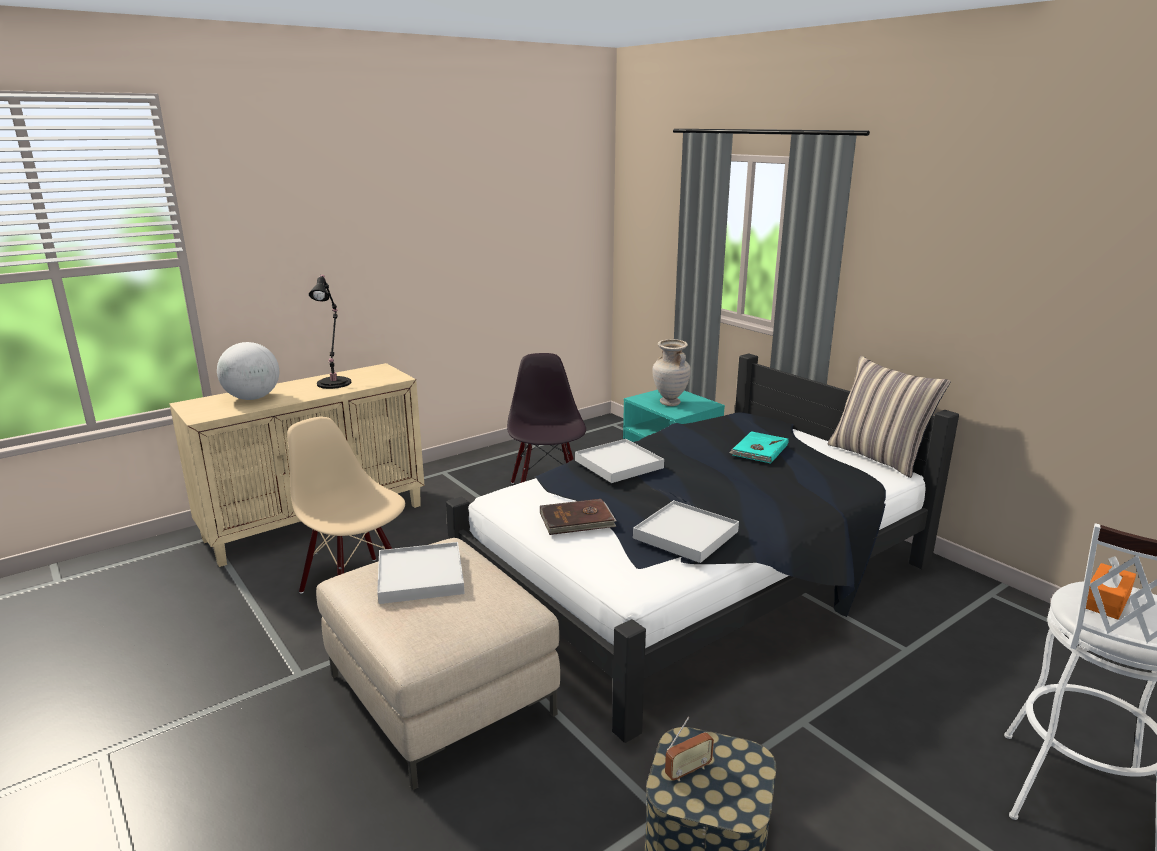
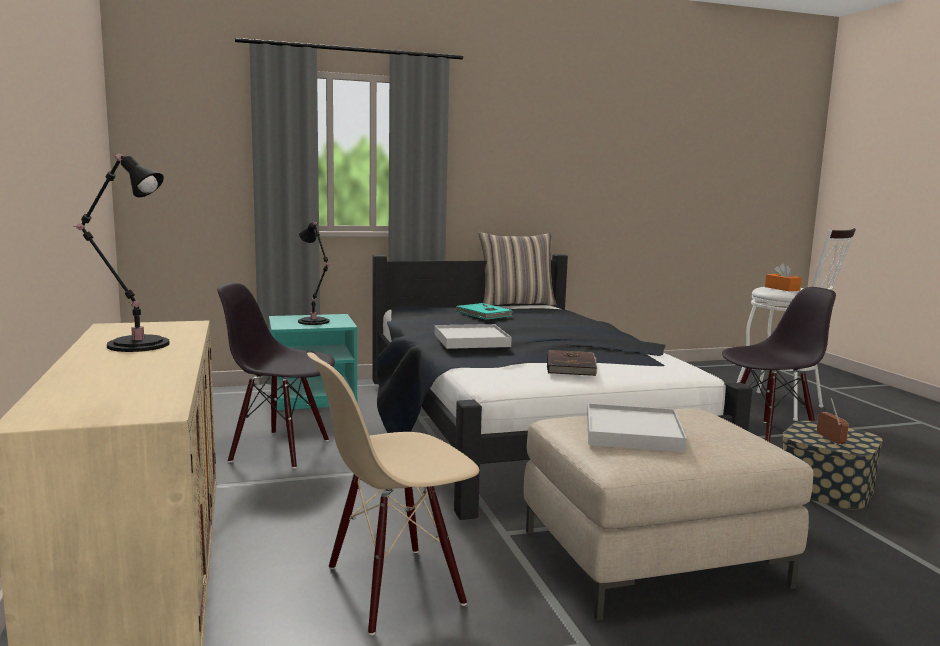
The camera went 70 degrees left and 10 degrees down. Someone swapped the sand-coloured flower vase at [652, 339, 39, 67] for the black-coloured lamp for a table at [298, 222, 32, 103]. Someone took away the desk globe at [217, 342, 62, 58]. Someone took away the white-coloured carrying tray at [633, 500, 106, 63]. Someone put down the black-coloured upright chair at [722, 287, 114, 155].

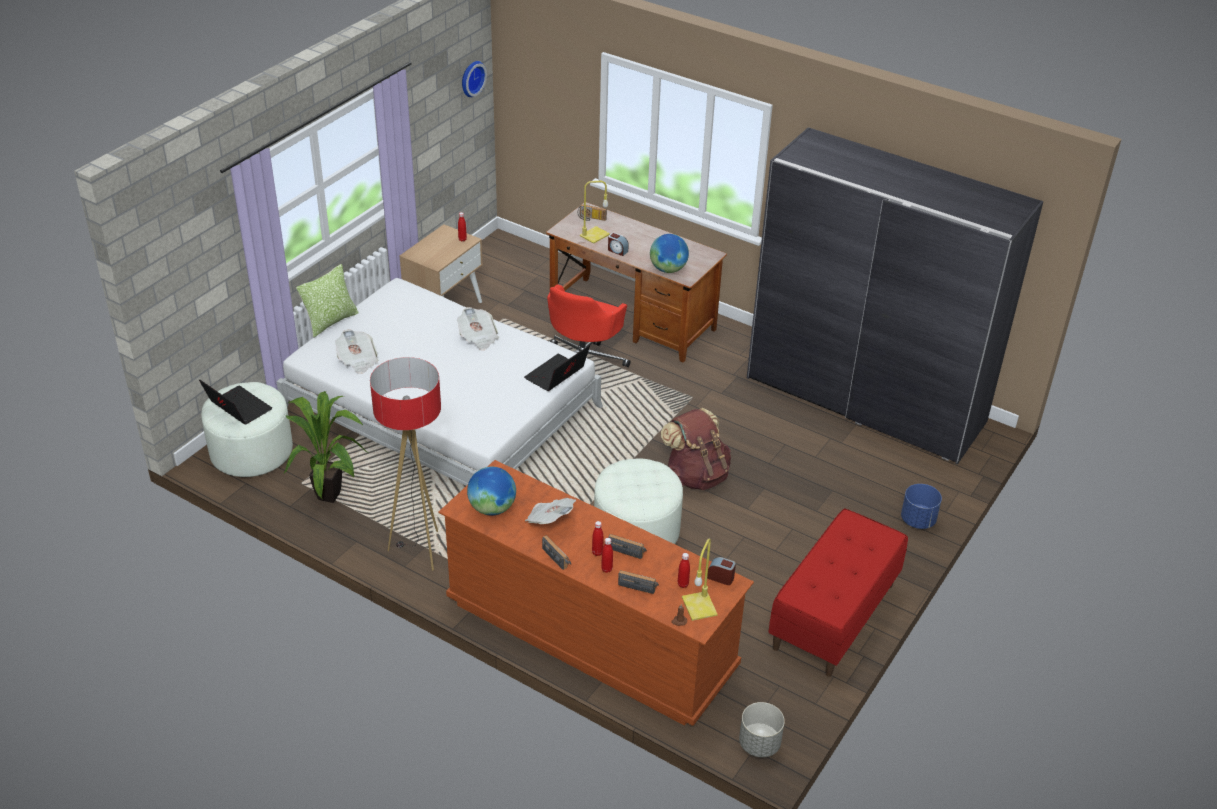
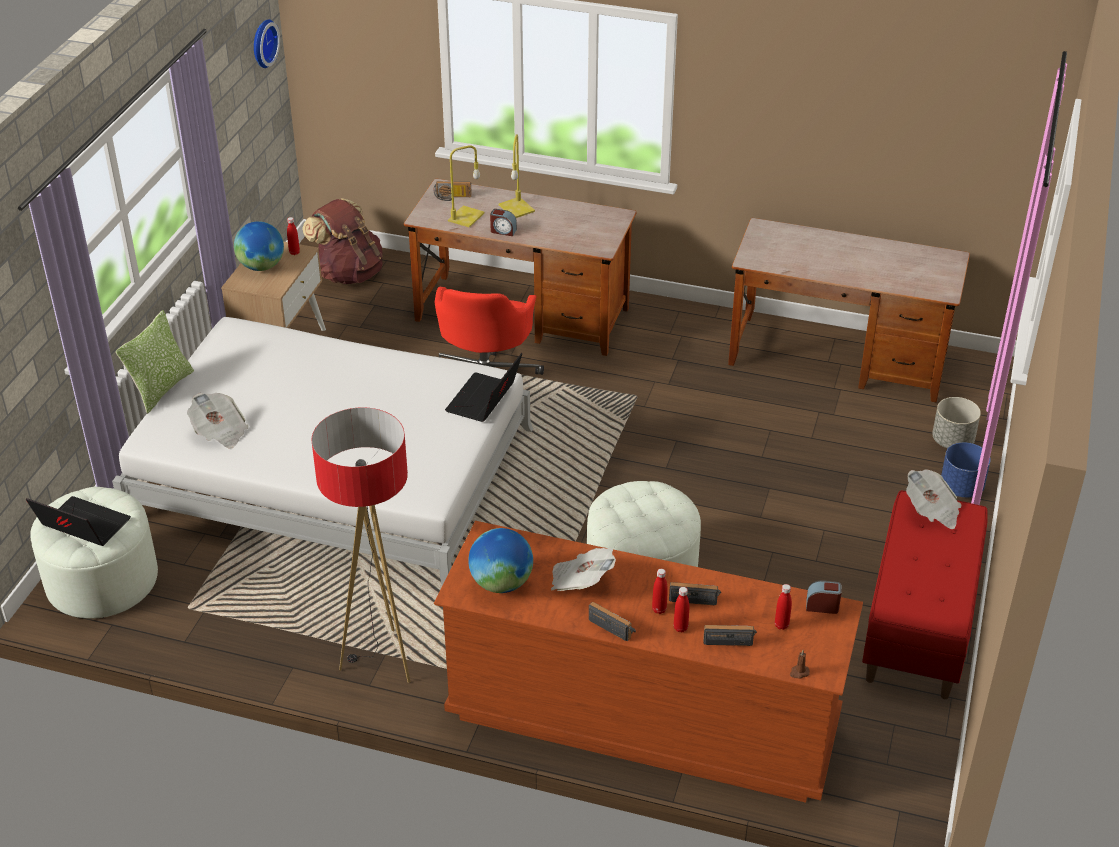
The camera went 15 degrees left and 0 degrees up. Someone swapped the grey clothes cupboard at [747, 127, 296, 337] for the desk at [728, 218, 242, 184]. Someone carried the desk globe from [650, 234, 39, 39] to [234, 221, 50, 50]. Someone carried the daily paper from [457, 307, 42, 43] to [906, 469, 55, 60]. Someone took away the potted plant at [284, 391, 84, 112]. Someone carried the brownish rucksack from [661, 408, 70, 82] to [302, 198, 81, 86]. Someone carried the yellow lamp for a table from [682, 539, 36, 82] to [499, 134, 36, 84]. Someone carried the grey flower pot from [739, 702, 46, 55] to [932, 397, 49, 51].

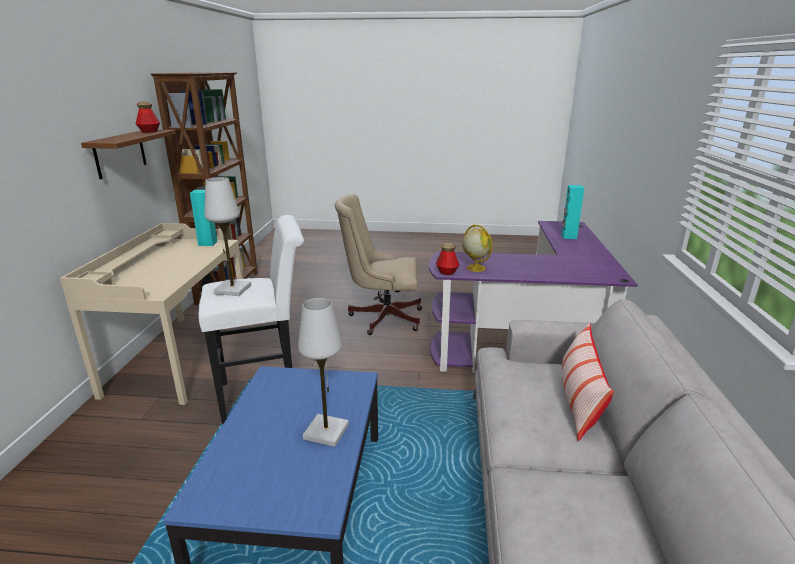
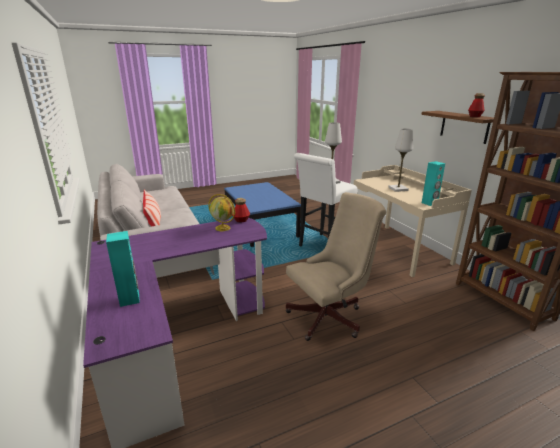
The camera went 150 degrees right and 0 degrees up. Someone carried the white-coloured lamp for a table from [298, 298, 51, 149] to [388, 129, 25, 63].

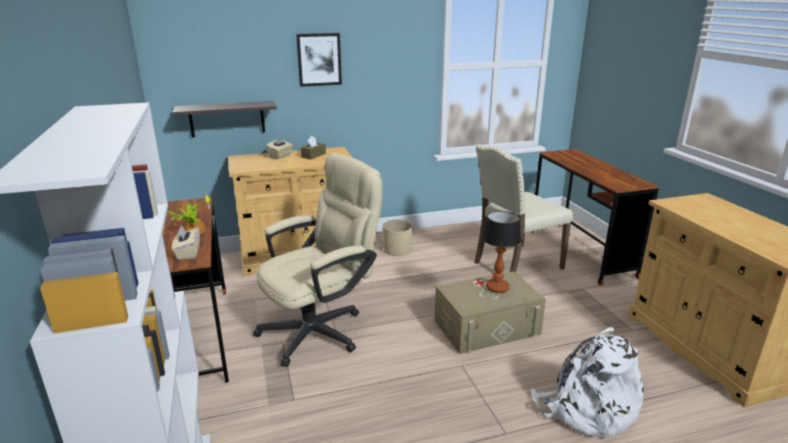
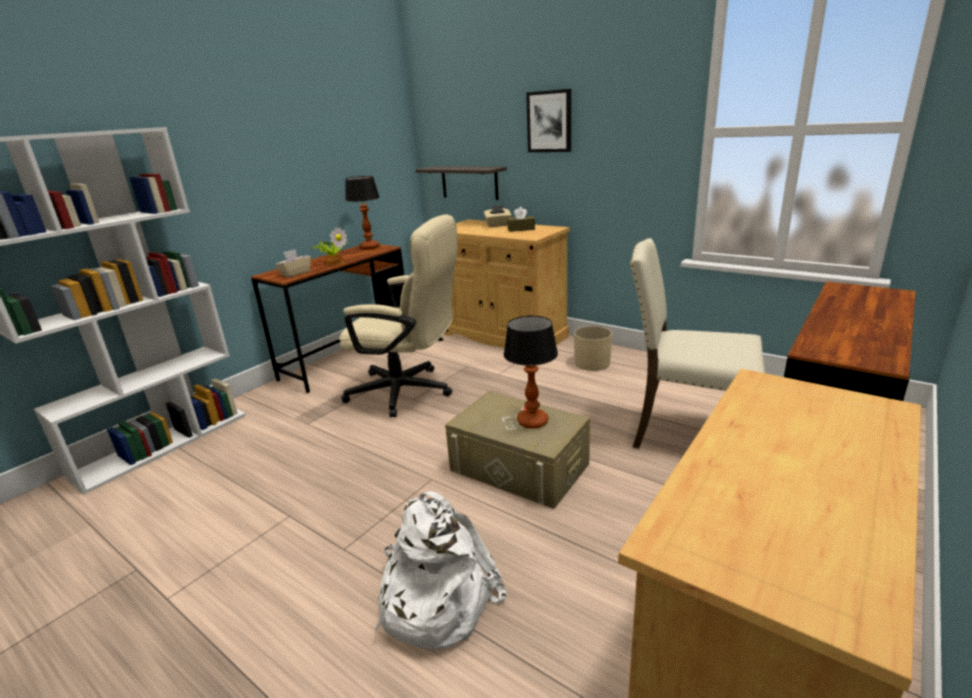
The camera went 55 degrees right and 0 degrees up. Someone put down the lamp for a table at [345, 176, 35, 74].

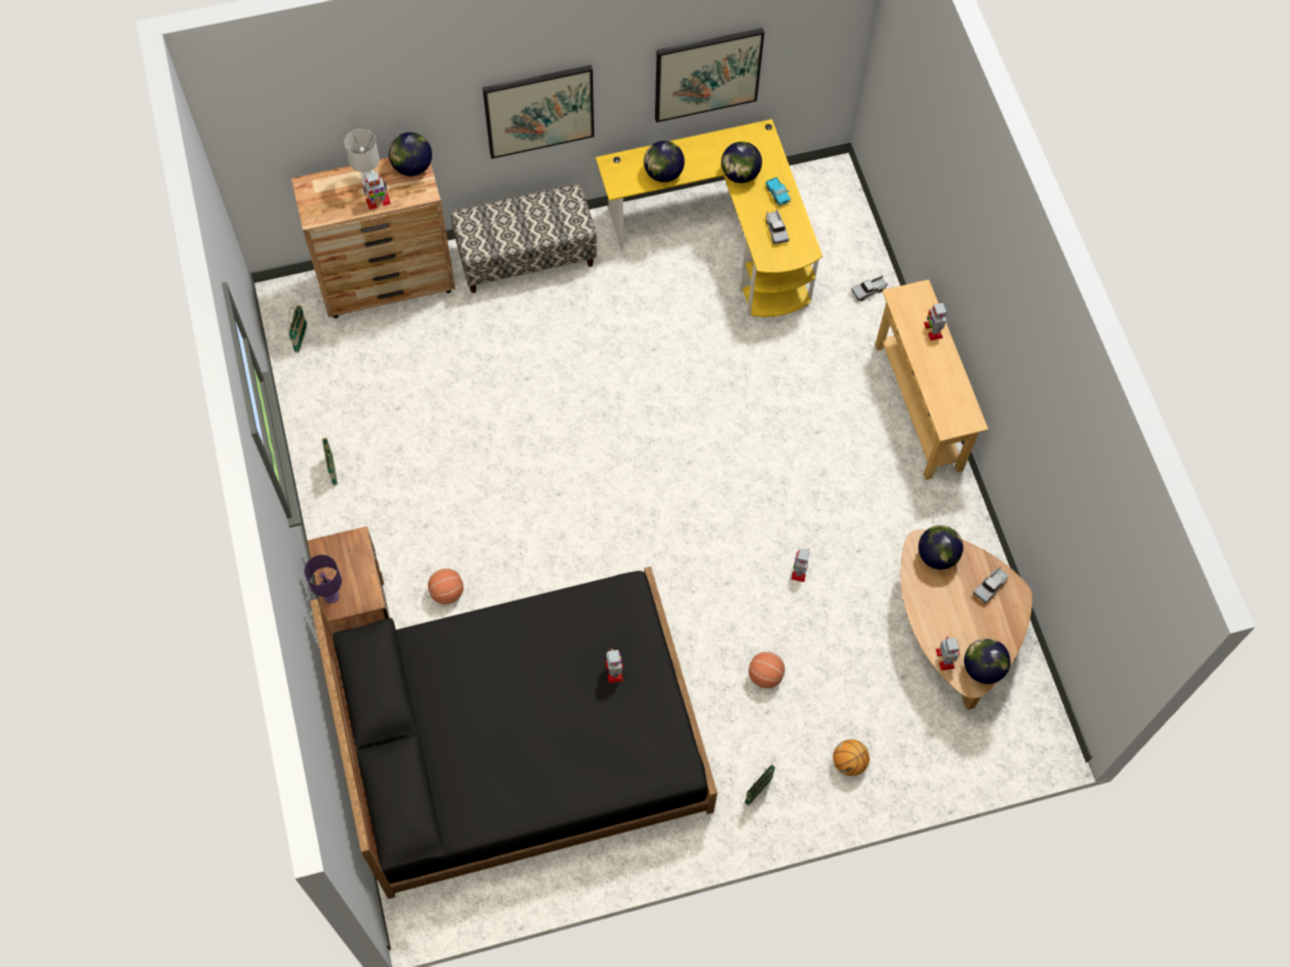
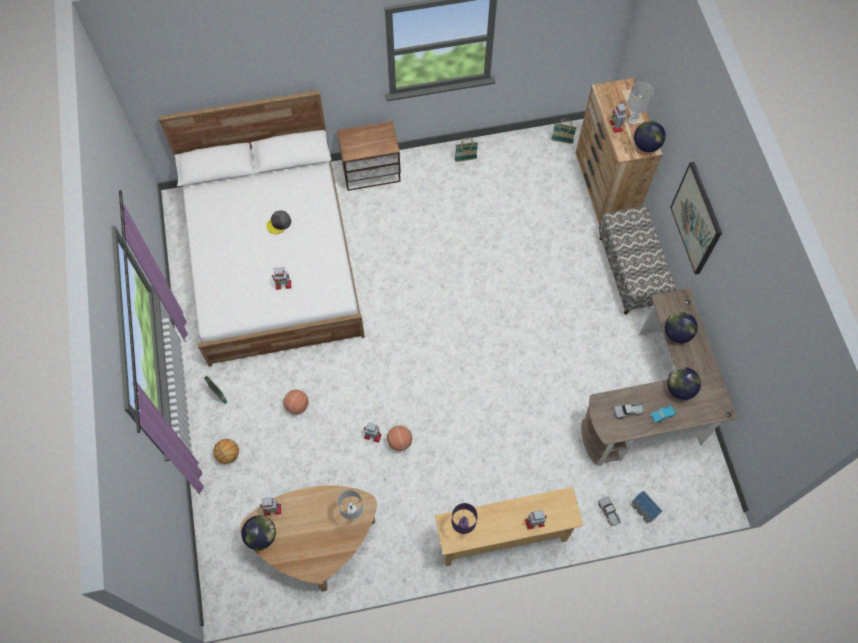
The camera went 95 degrees right and 0 degrees up. Someone took away the wall art at [655, 28, 110, 95]. Someone repainted the yellow desk at [596, 119, 227, 198], which became the brownish desk at [581, 288, 156, 178]. Someone swapped the desk globe at [918, 525, 45, 45] for the white-coloured lamp for a table at [337, 490, 26, 30]. Someone carried the purplish lamp for a table from [304, 555, 38, 48] to [452, 503, 25, 31]. Someone took away the toy lorry at [973, 566, 36, 37]. Someone repainted the black-coloured bedroom bed at [310, 567, 408, 332], which became the white-coloured bedroom bed at [158, 90, 207, 277]. Someone carried the basketball from [428, 569, 35, 35] to [387, 426, 25, 25]. Someone put down the grey baseball cap at [266, 210, 25, 24]. Someone put down the model house at [631, 491, 31, 32].

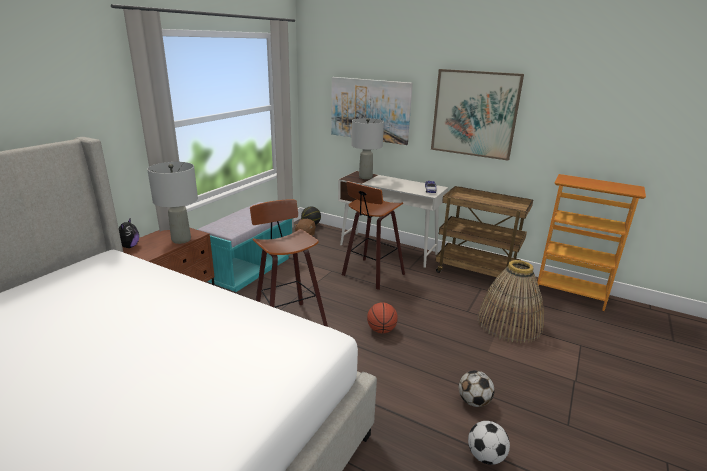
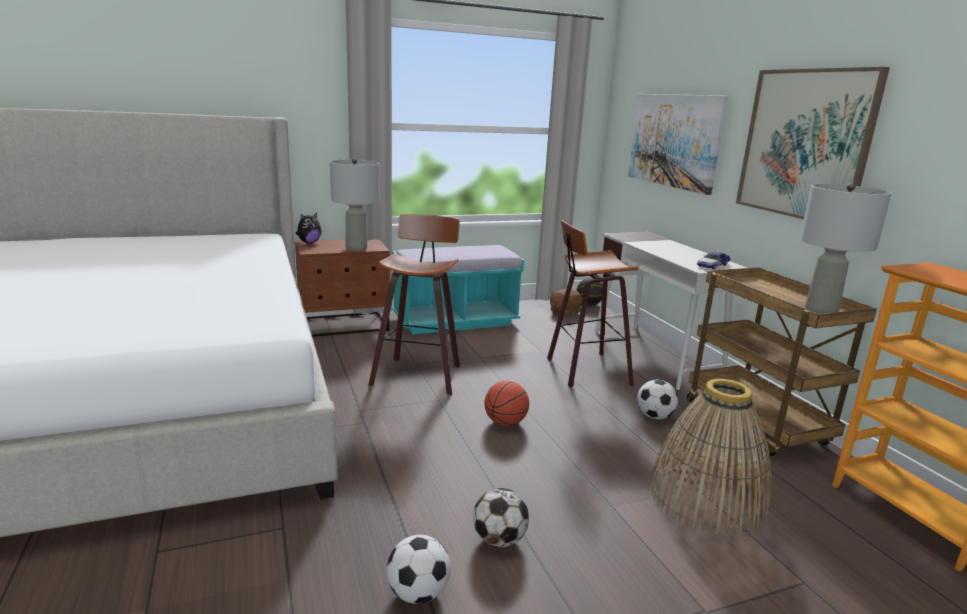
The camera went 40 degrees right and 5 degrees down. Someone carried the grey lamp for a table from [351, 118, 33, 61] to [800, 183, 92, 131]. Someone put down the football at [637, 380, 41, 39].

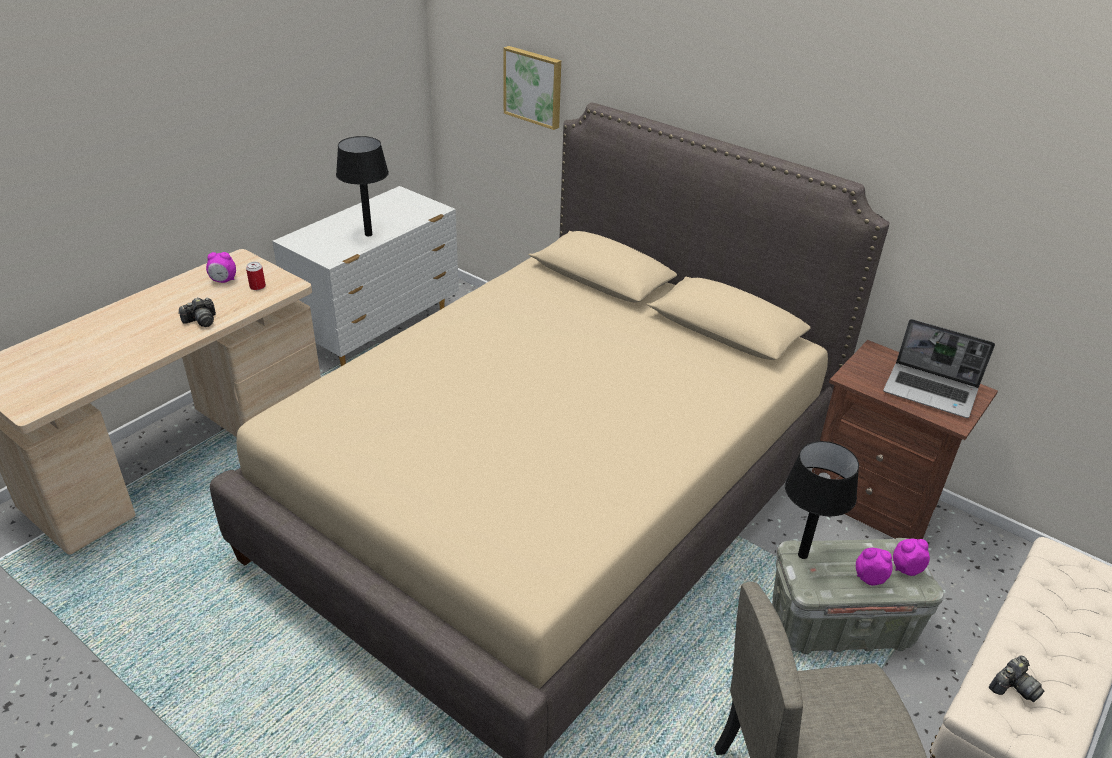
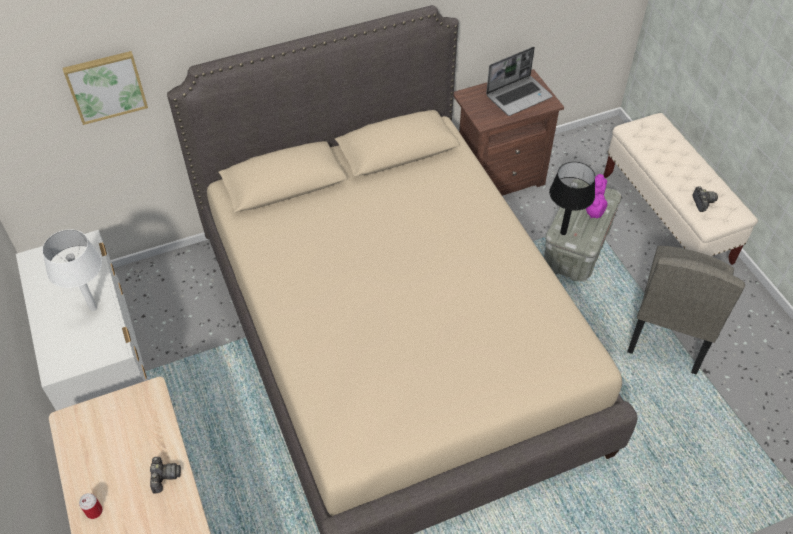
The camera went 60 degrees left and 15 degrees up. Someone repainted the black-coloured lamp for a table at [336, 136, 53, 100], which became the white-coloured lamp for a table at [42, 229, 60, 82]. Someone took away the bedside clock at [206, 252, 30, 31]. Someone carried the sealed can from [246, 262, 20, 28] to [79, 493, 24, 26].

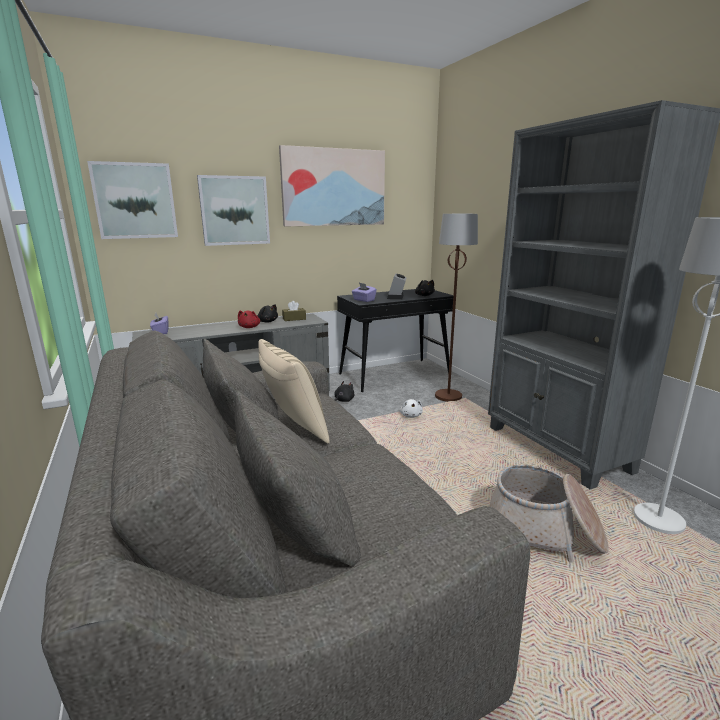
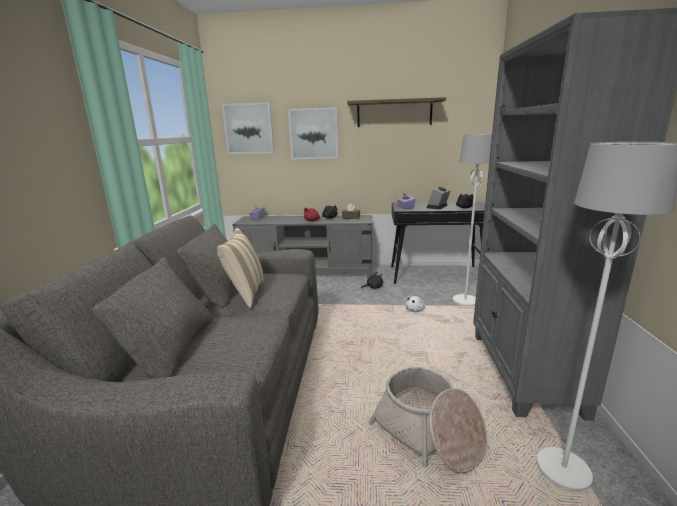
The camera went 30 degrees right and 0 degrees up. Someone swapped the wall art at [279, 145, 106, 81] for the wall shelf at [347, 97, 99, 30]. Someone repainted the brownish standard lamp at [435, 214, 43, 188], which became the white-coloured standard lamp at [453, 134, 39, 173].

